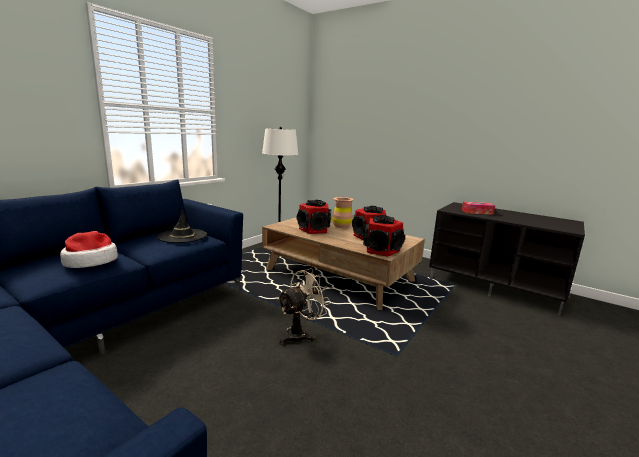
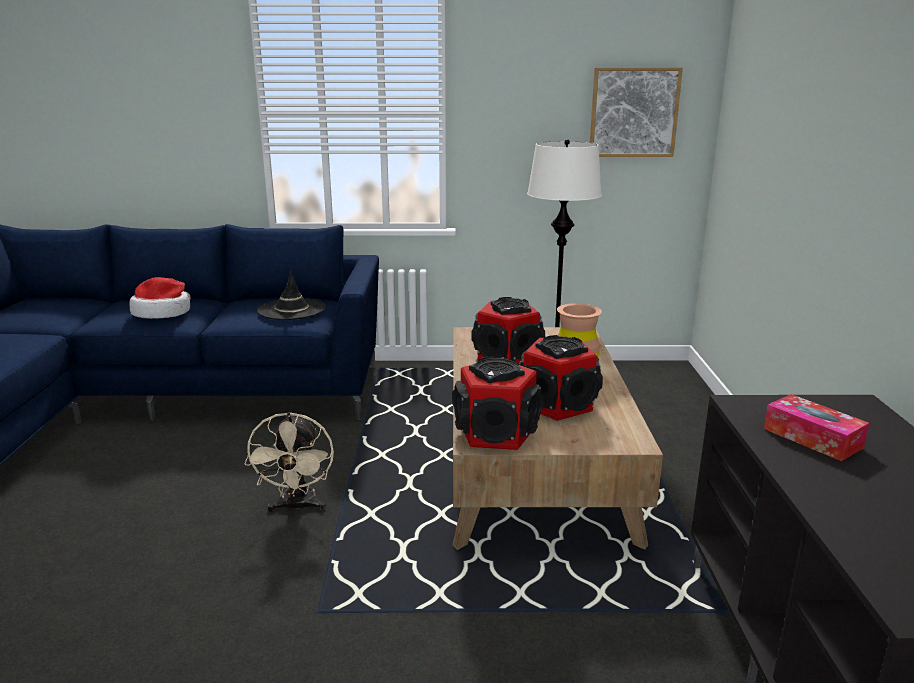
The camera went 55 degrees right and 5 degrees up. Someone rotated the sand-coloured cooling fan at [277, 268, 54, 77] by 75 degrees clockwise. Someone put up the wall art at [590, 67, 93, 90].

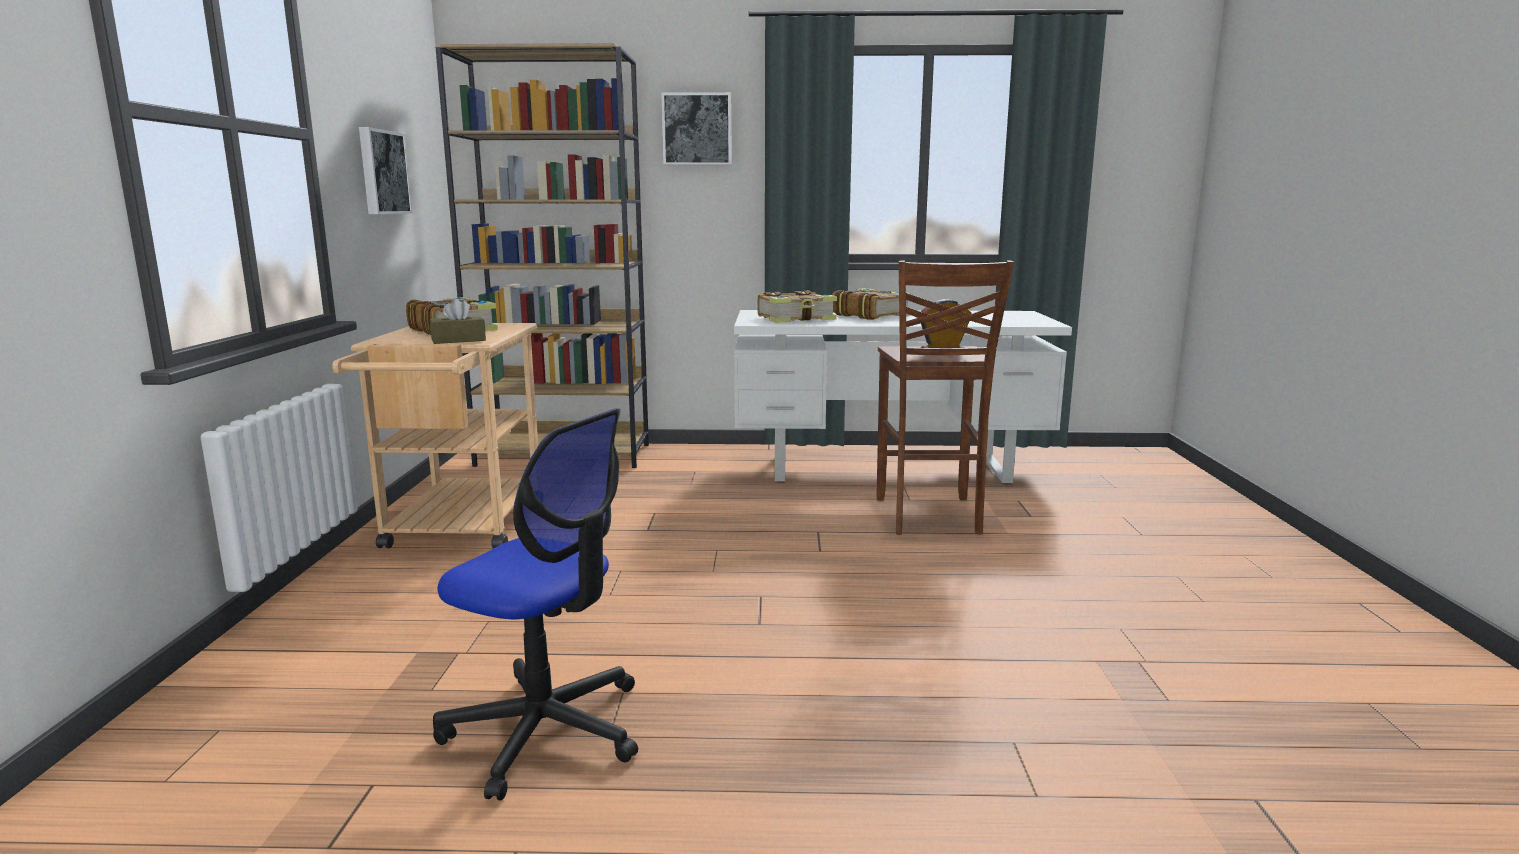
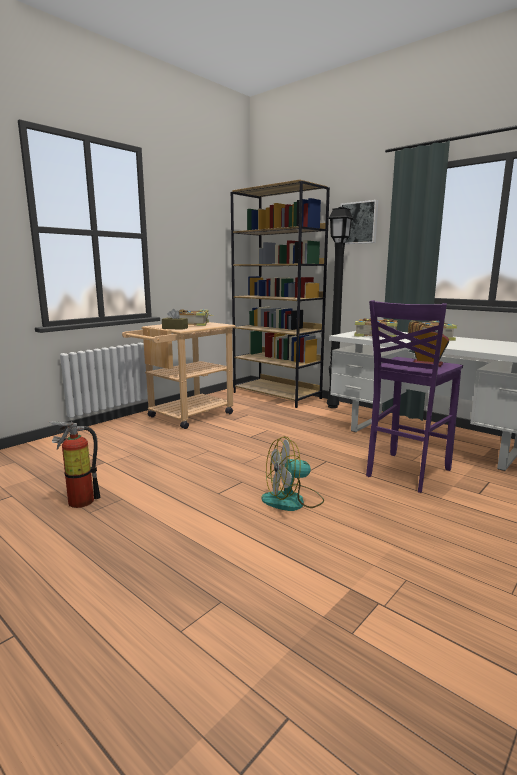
The camera went 40 degrees right and 0 degrees up. Someone took away the wall art at [359, 127, 53, 87]. Someone repainted the brownish sitting stool at [877, 260, 137, 275], which became the purplish sitting stool at [366, 300, 97, 193]. Someone swapped the desk chair at [433, 408, 205, 392] for the fire extinguisher at [49, 420, 52, 88]. Someone put down the black-coloured standard lamp at [326, 207, 29, 201]. Someone put down the cooling fan at [261, 436, 63, 75].

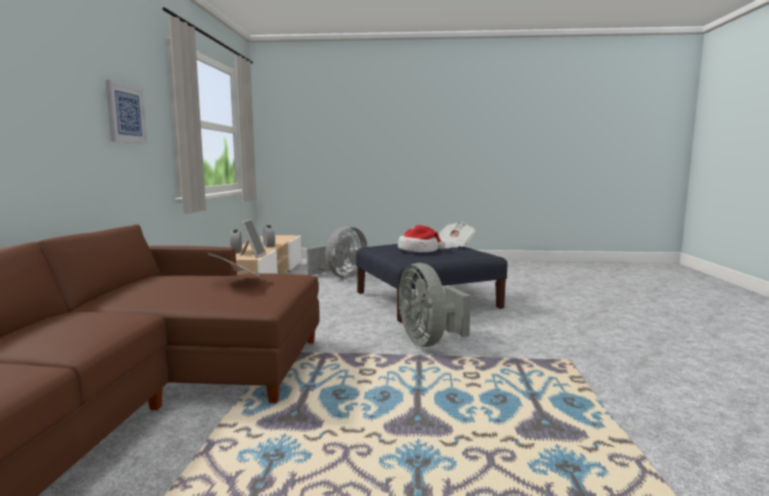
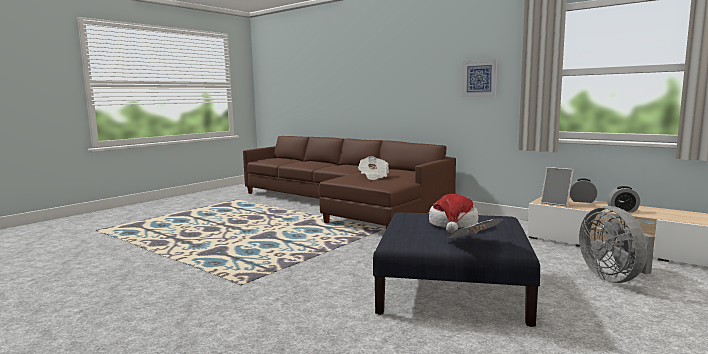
The camera went 125 degrees right and 0 degrees up. Someone took away the grey cooling fan at [399, 263, 72, 84].

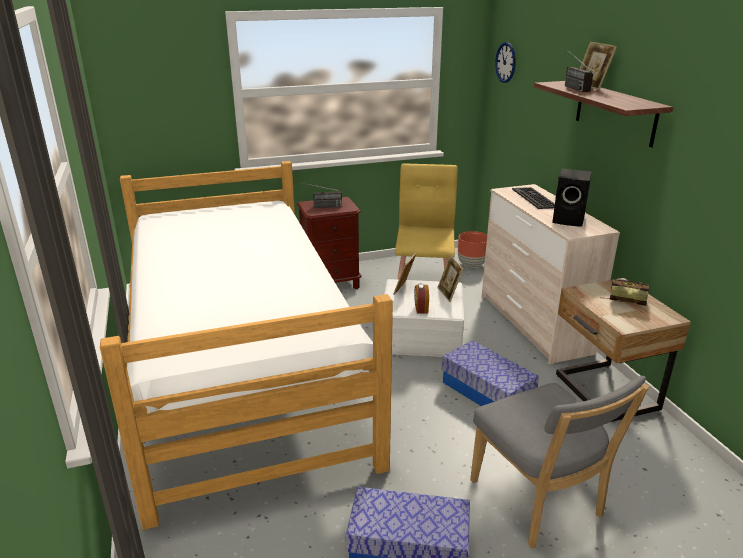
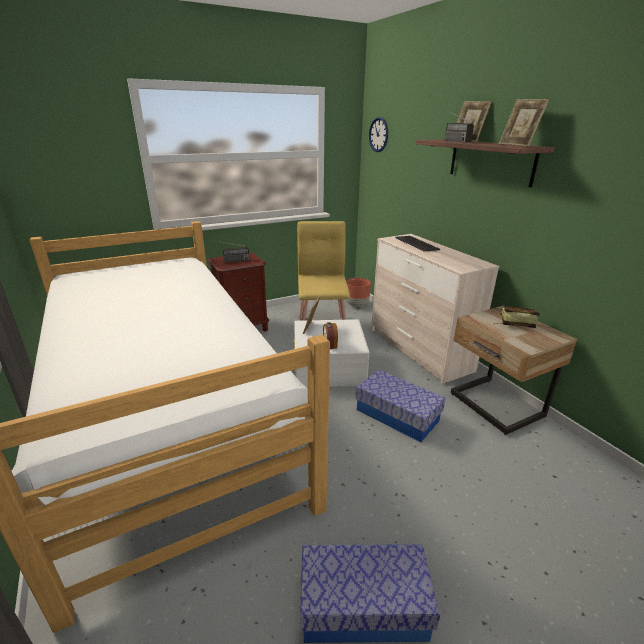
The camera went 10 degrees left and 0 degrees up. Someone took away the black-coloured speaker at [552, 169, 40, 58]. Someone carried the photo frame from [437, 255, 26, 47] to [499, 99, 50, 48]. Someone took away the grey upright chair at [470, 376, 179, 172].

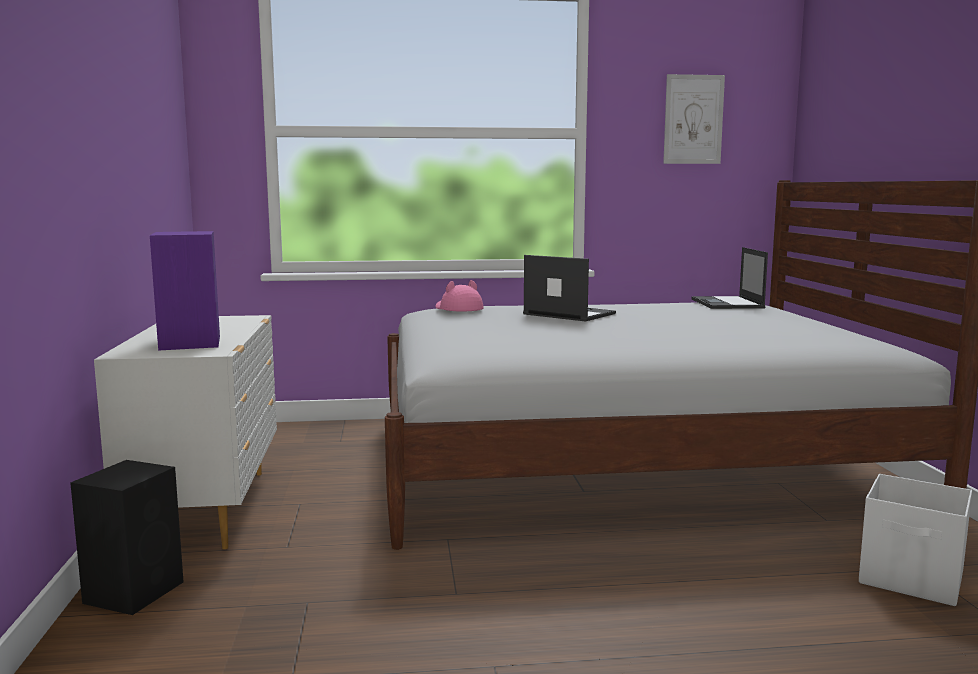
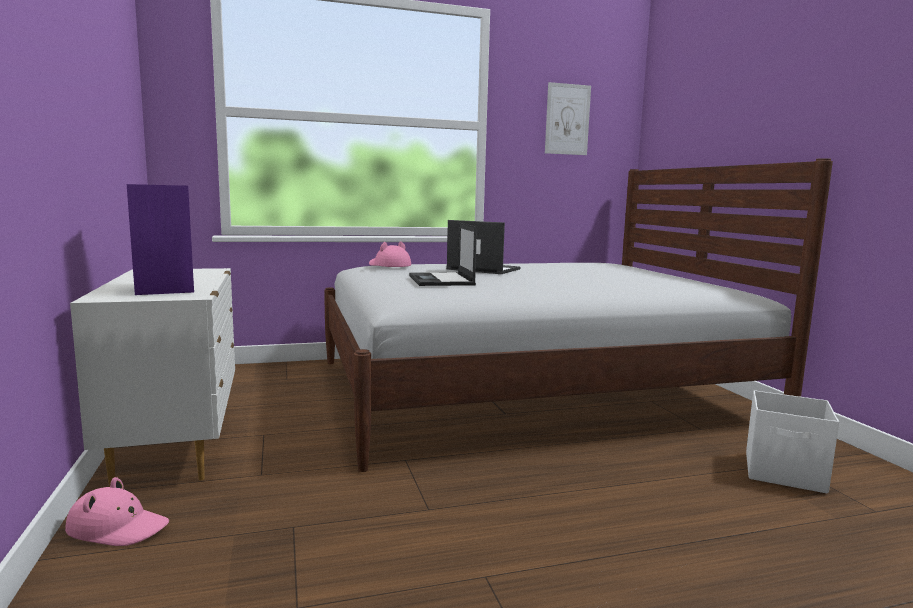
The camera went 10 degrees left and 0 degrees up. Someone carried the notebook computer from [692, 247, 76, 62] to [409, 223, 68, 63]. Someone swapped the black-coloured speaker at [70, 460, 114, 155] for the pinkish hat at [65, 477, 104, 69].

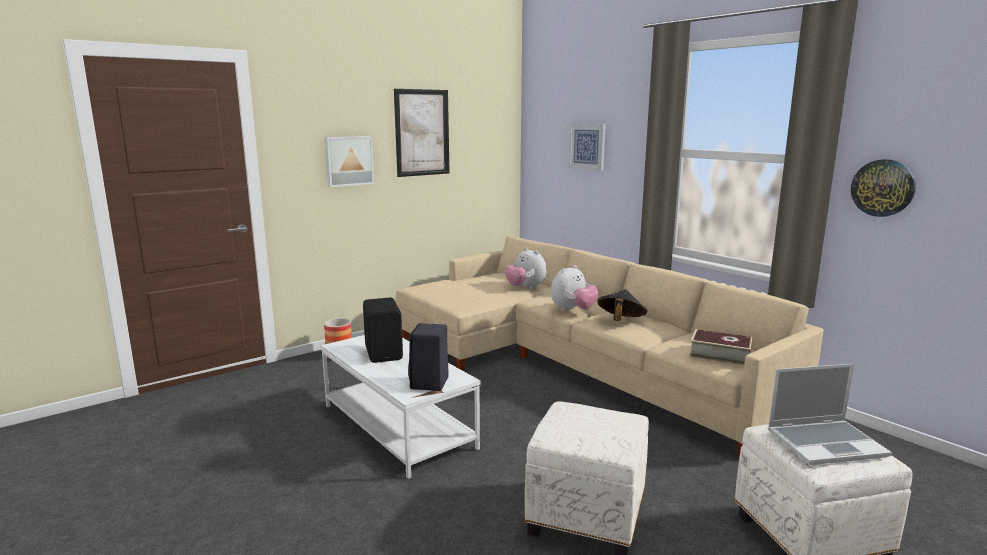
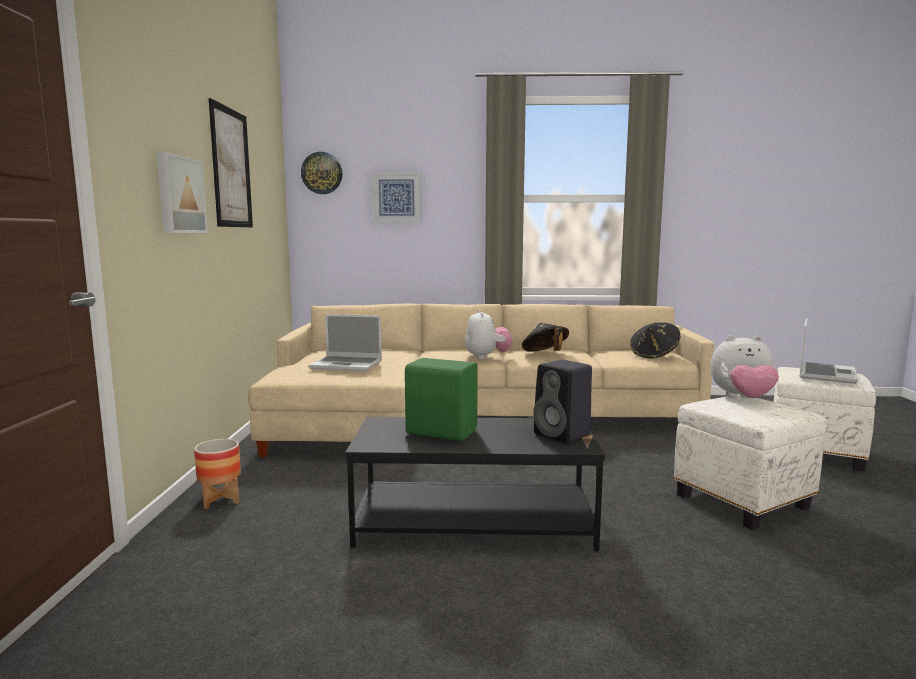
The camera went 50 degrees left and 5 degrees down. Someone carried the clock on the wall from [851, 159, 65, 58] to [301, 152, 41, 42]. Someone carried the cuddly toy from [505, 248, 42, 41] to [710, 335, 69, 63]. Someone repainted the black-coloured speaker at [363, 298, 40, 65], which became the greenish speaker at [405, 358, 73, 83]. Someone swapped the volume at [689, 329, 63, 36] for the black-coloured hat at [630, 322, 50, 37]. Someone repainted the white-coloured lounge table at [321, 335, 160, 144], which became the black-coloured lounge table at [345, 417, 260, 134]. Someone put down the notebook computer at [309, 314, 73, 58].

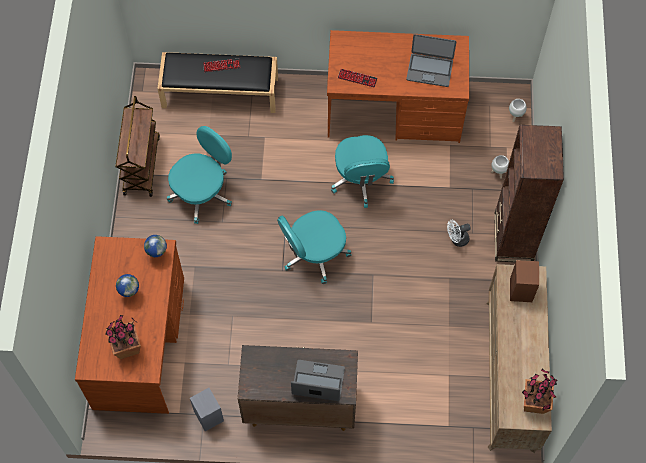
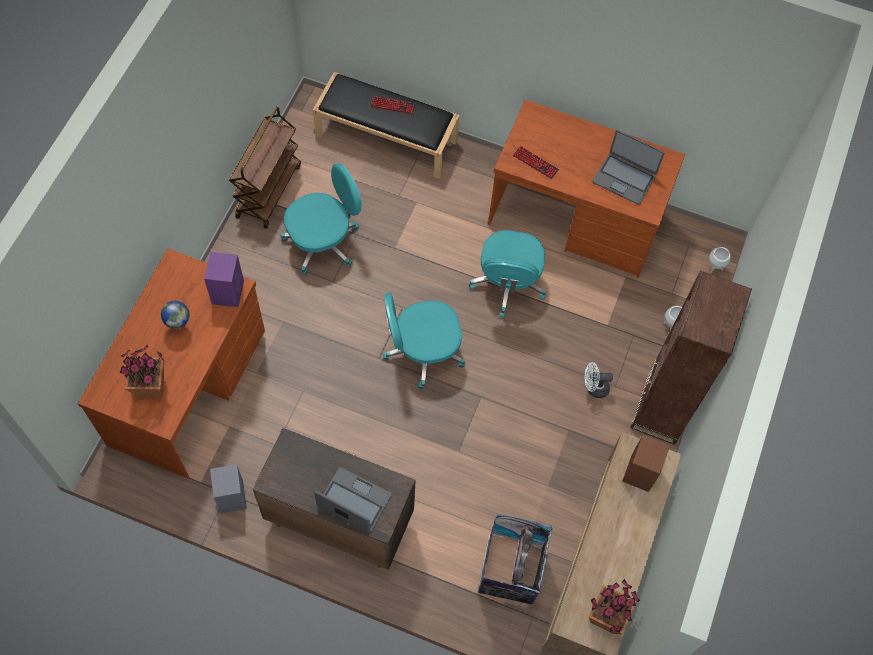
The camera went 15 degrees right and 0 degrees up. Someone swapped the desk globe at [144, 235, 23, 22] for the purplish speaker at [204, 252, 40, 55]. Someone put down the waste bin at [478, 514, 76, 90].

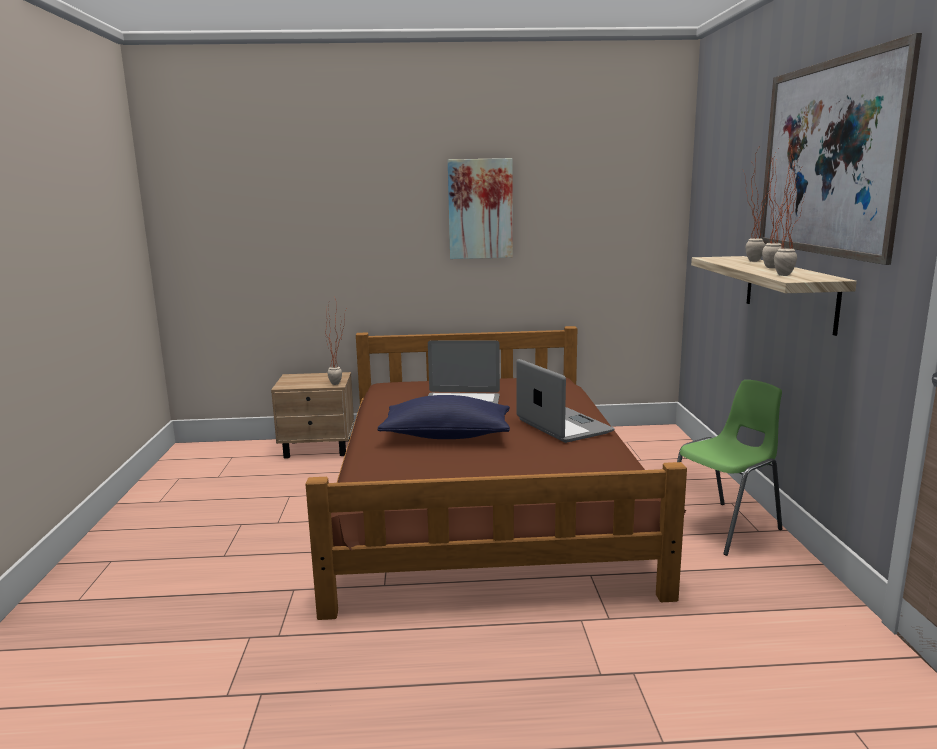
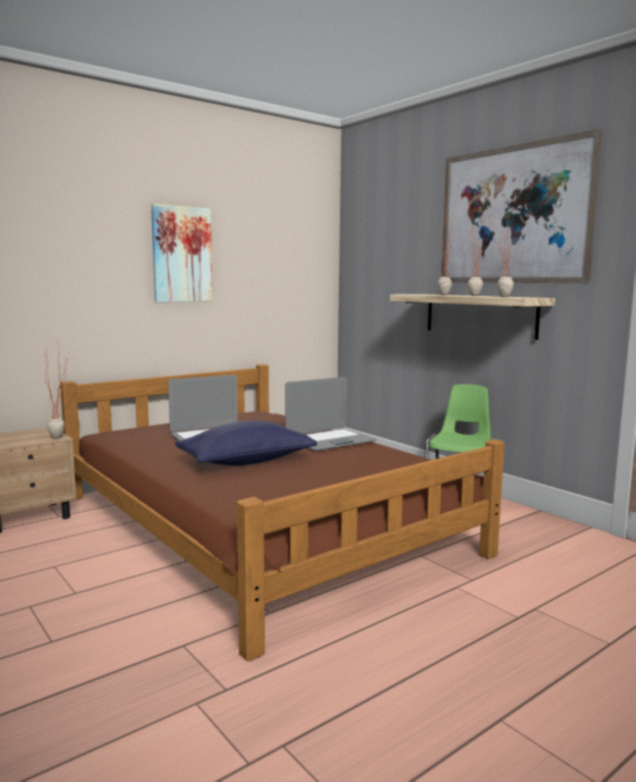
The camera went 35 degrees left and 5 degrees down. Someone rotated the notebook computer at [516, 359, 99, 84] by 120 degrees clockwise.

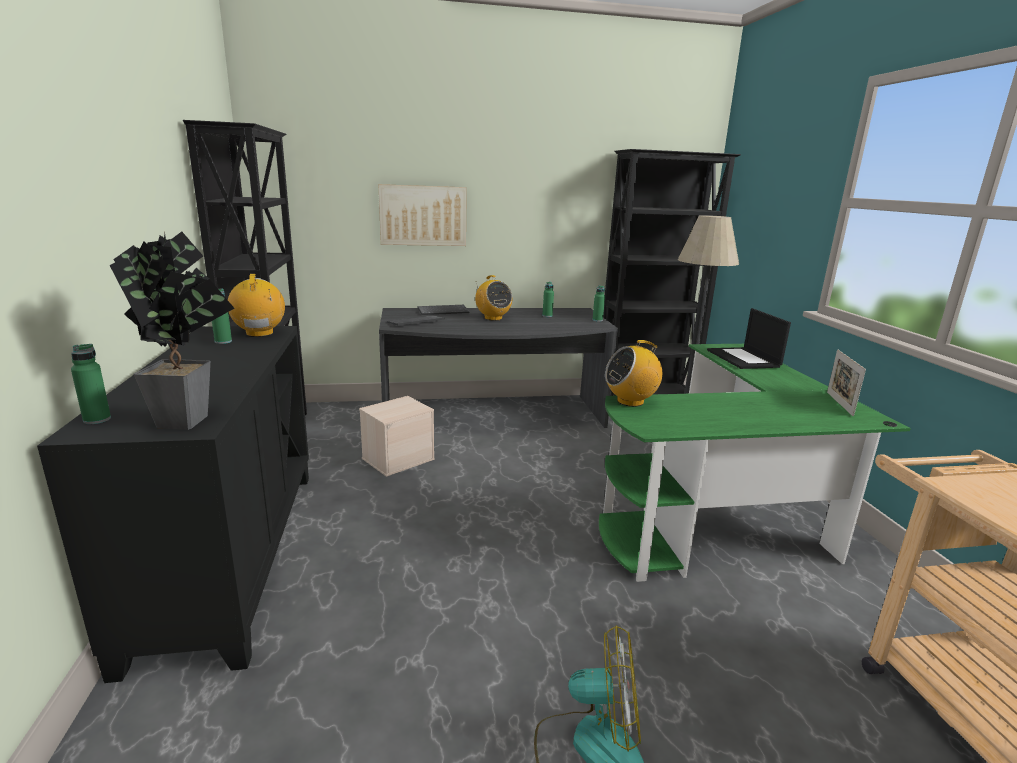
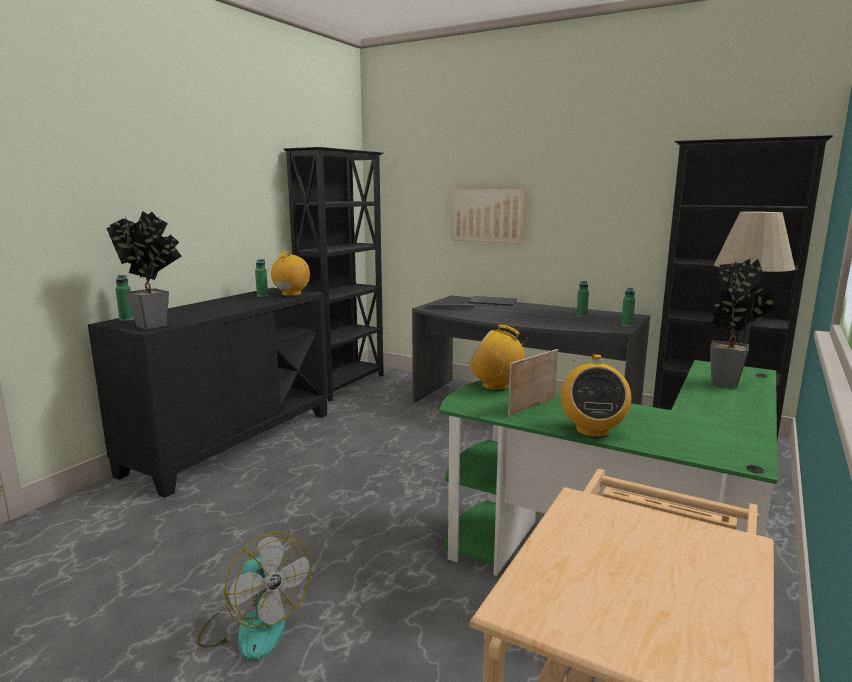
The camera went 40 degrees right and 5 degrees down. Someone carried the radio receiver from [475, 275, 38, 46] to [561, 354, 70, 84]. Someone swapped the notebook computer at [707, 308, 84, 61] for the potted plant at [708, 258, 68, 130]. Someone carried the photo frame from [827, 350, 39, 66] to [508, 349, 50, 67]. Someone took away the sand-coloured storage bin at [359, 396, 76, 81].

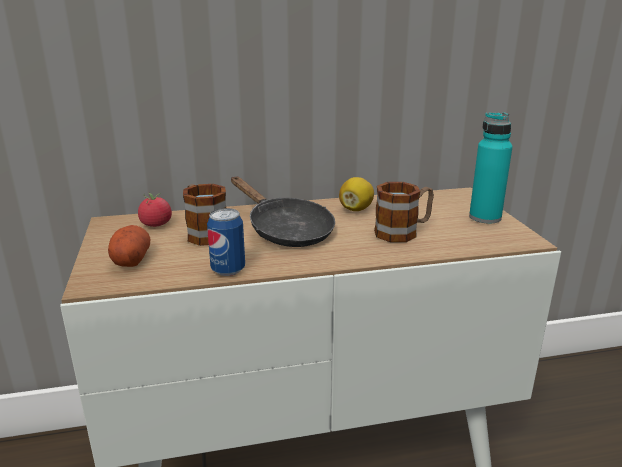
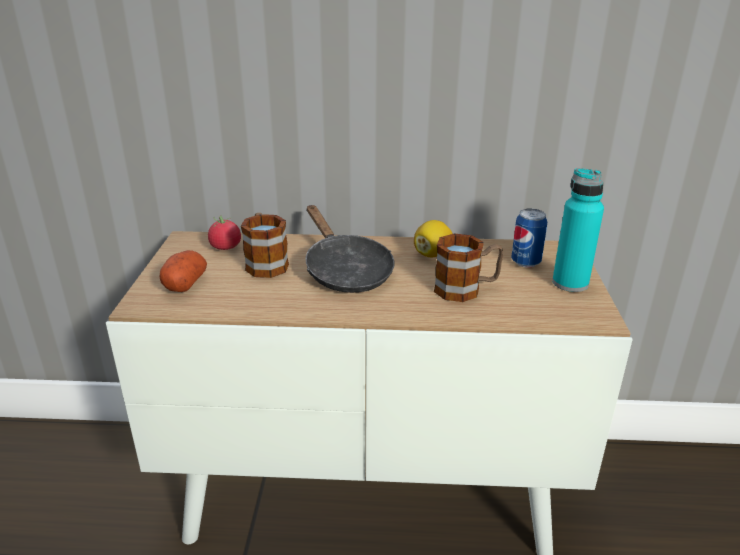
The camera went 15 degrees right and 5 degrees up. Someone carried the sealed can from [207, 208, 38, 68] to [511, 208, 36, 60].

